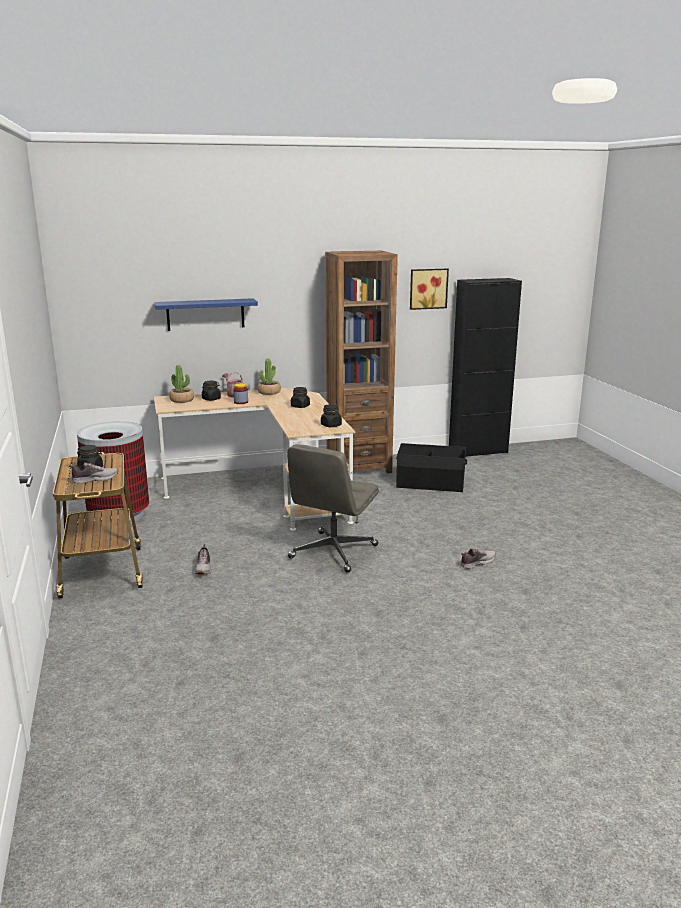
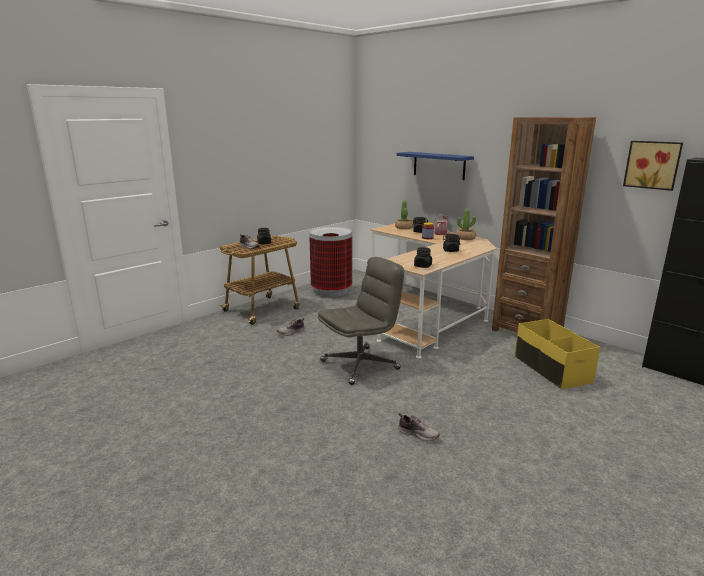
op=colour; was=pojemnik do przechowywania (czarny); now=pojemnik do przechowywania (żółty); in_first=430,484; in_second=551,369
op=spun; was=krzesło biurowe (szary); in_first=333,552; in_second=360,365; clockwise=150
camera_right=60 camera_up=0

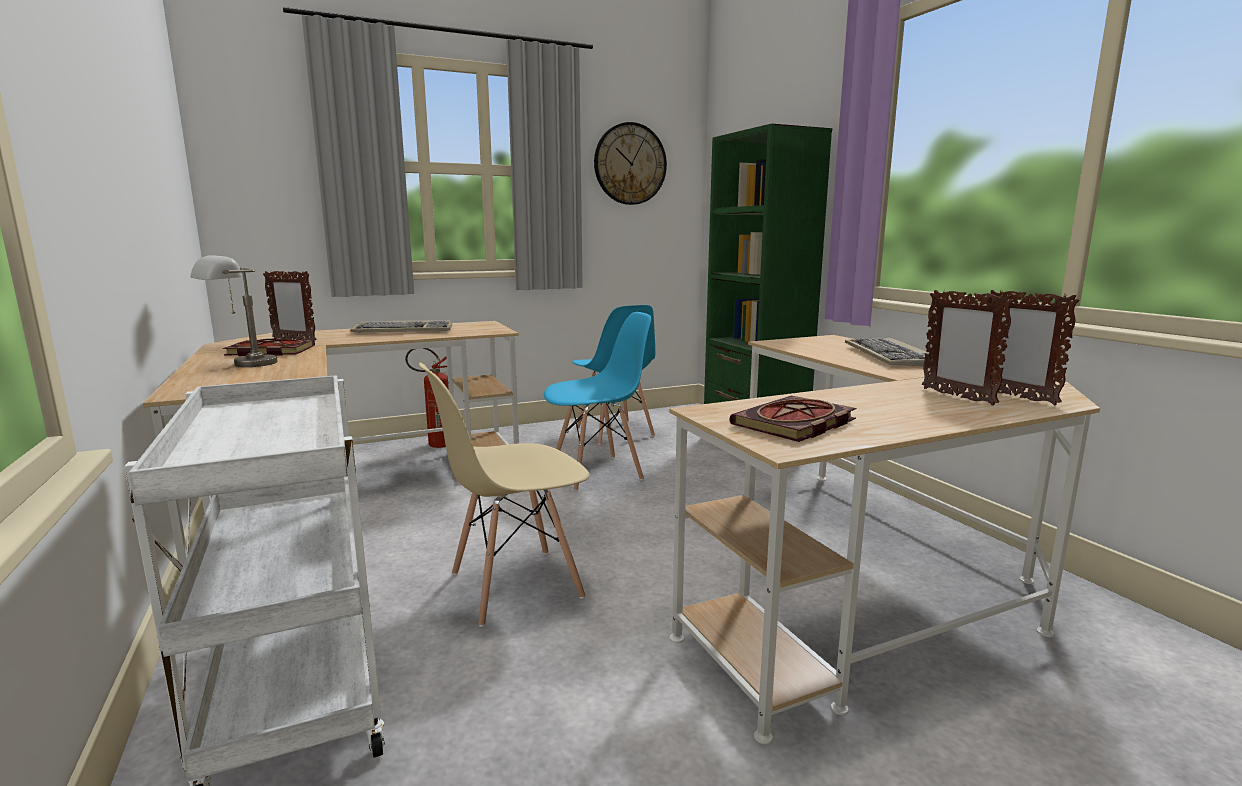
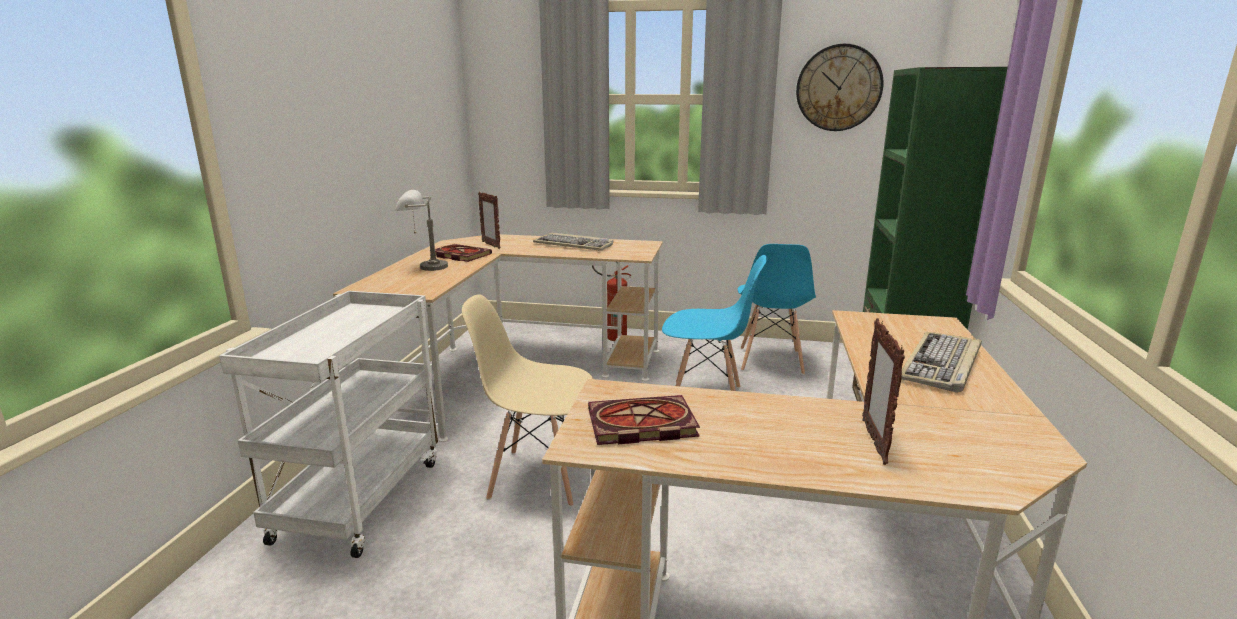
op=missing; was=ramka na zdjęcie; in_first=1015,396
camera_right=35 camera_up=5

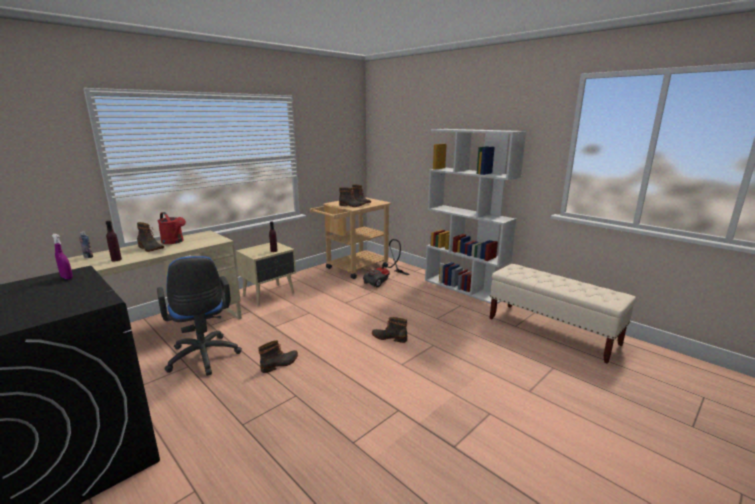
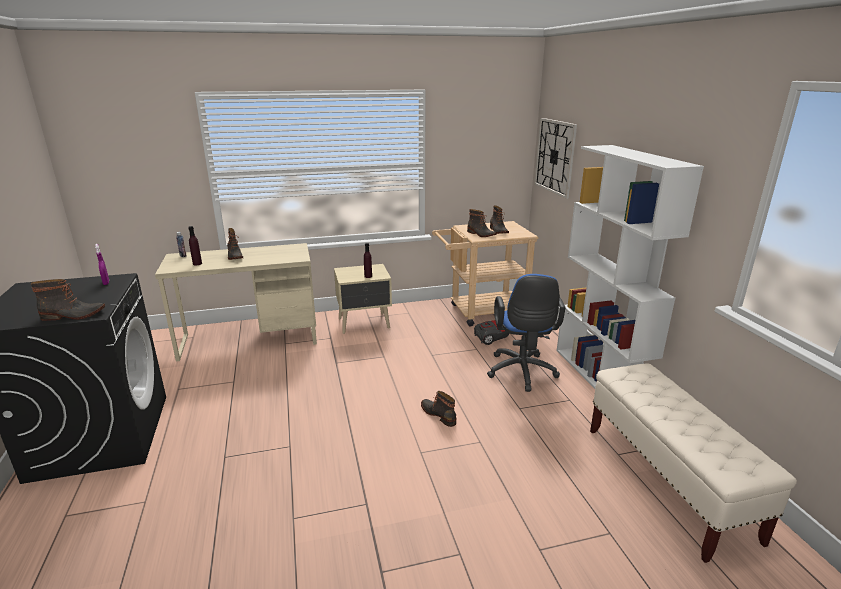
op=missing; was=konewka (czerwony); in_first=174,242
op=relocated; was=krzesło biurowe (niebieski); in_first=204,358; in_second=521,373
op=relocated; was=but z cholewką; in_first=280,364; in_second=73,315
op=appeared; now=zegar ścienny; in_second=555,156
camera_right=30 camera_up=5

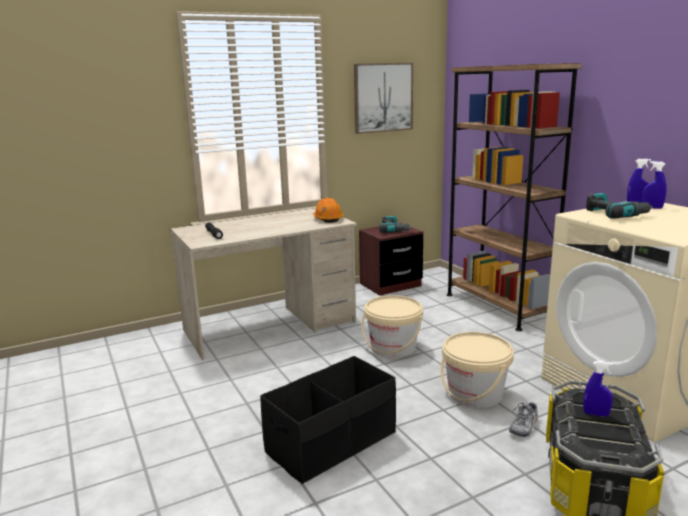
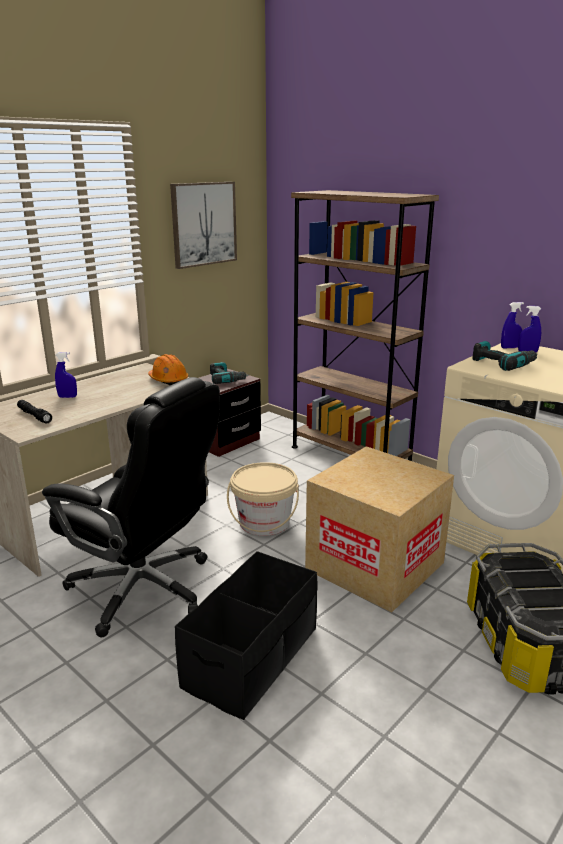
op=exchanged; was=wiadro (beżowy); now=karton; in_first=475,394; in_second=375,566
op=relocated; was=spryskiwacz (niebieski); in_first=596,414; in_second=67,397
op=missing; was=but; in_first=524,426
op=appeared; now=krzesło biurowe (czarny); in_second=144,589
camera_right=-20 camera_up=5

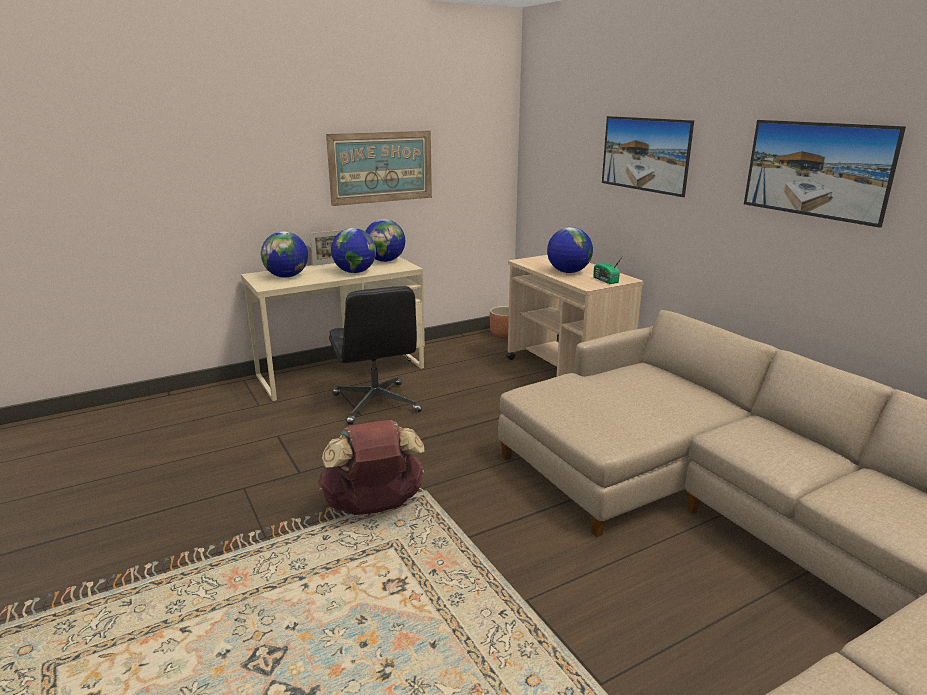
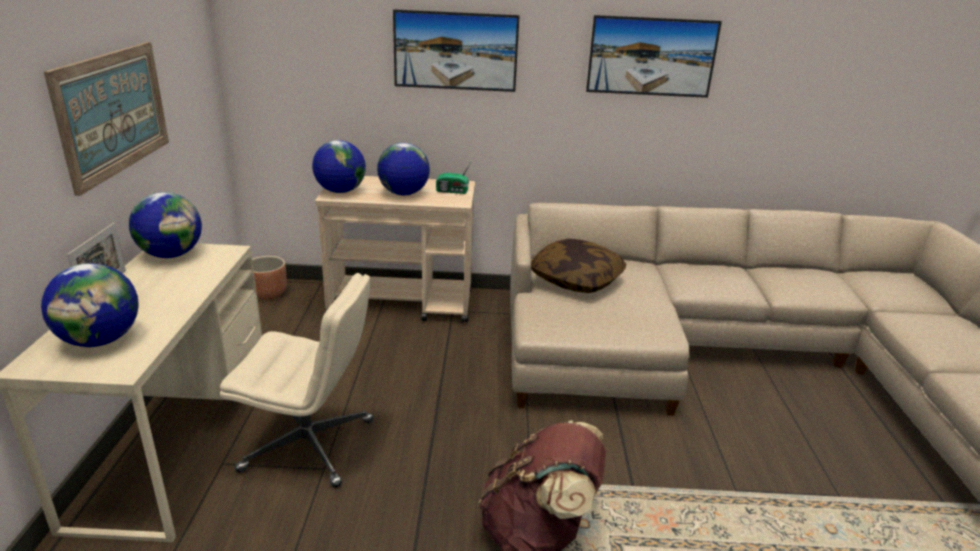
op=relocated; was=globus; in_first=355,272; in_second=340,191
op=colour; was=krzesło biurowe (czarny); now=krzesło biurowe (beżowy); in_first=376,404; in_second=310,445
op=appeared; now=poduszka; in_second=576,279
camera_right=-60 camera_up=5

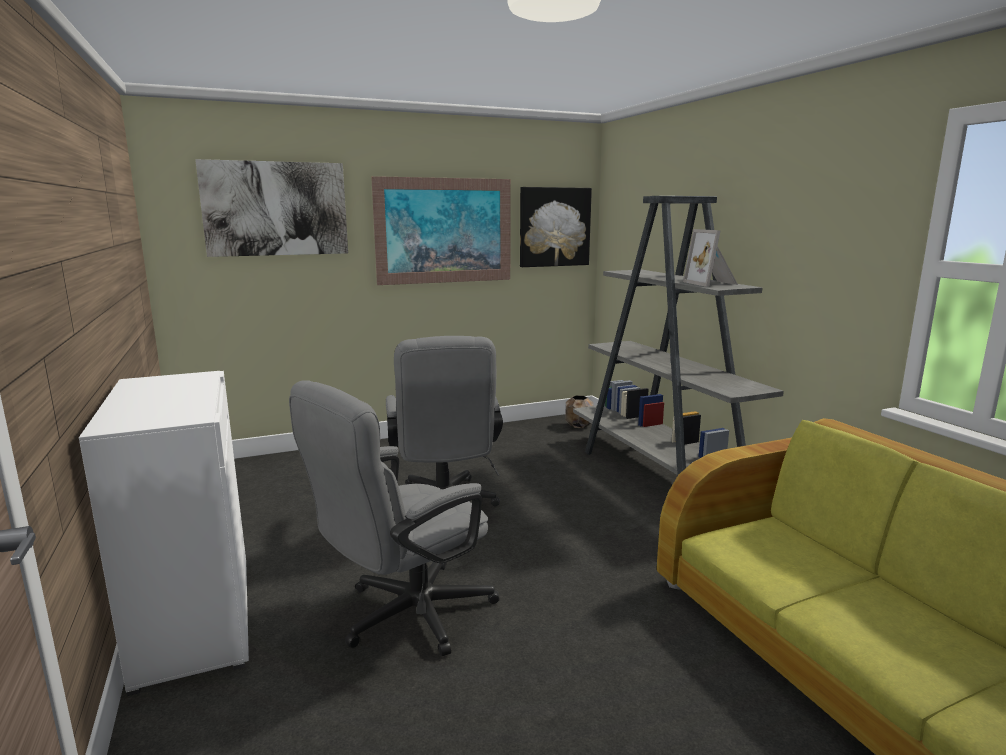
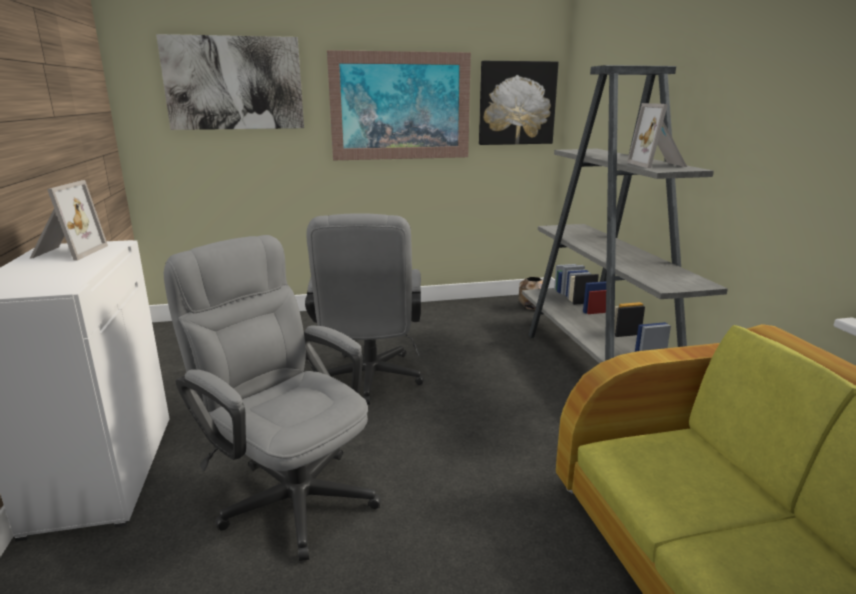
op=spun; was=krzesło biurowe (szary); in_first=404,617; in_second=289,492; clockwise=75
op=appeared; now=ramka na zdjęcie; in_second=67,252
camera_right=10 camera_up=5

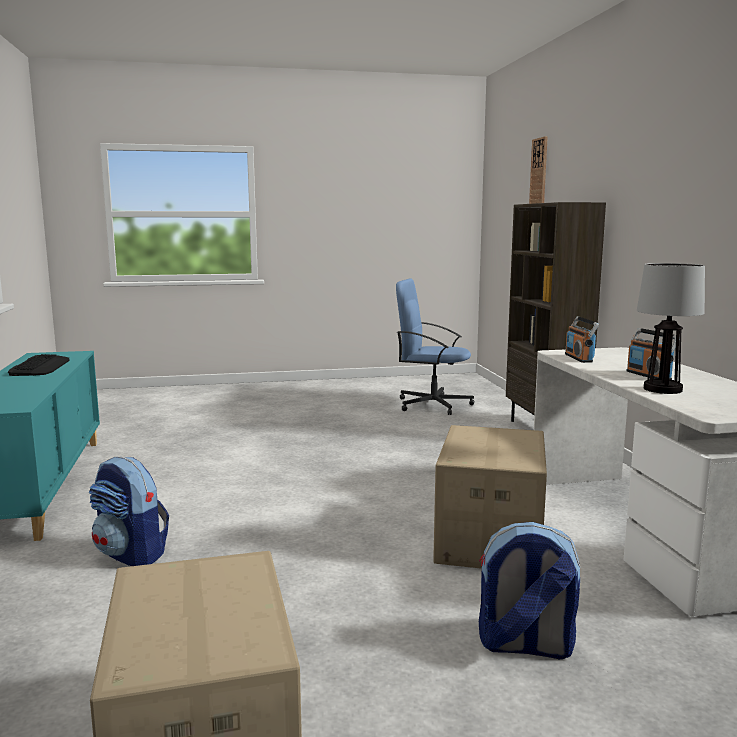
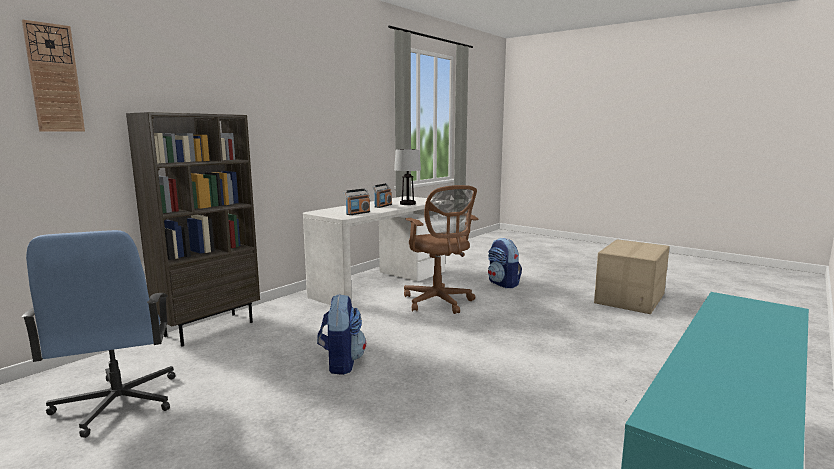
op=missing; was=klawiatura; in_first=41,367
op=exchanged; was=karton; now=krzesło biurowe (brązowy); in_first=488,539; in_second=439,302
op=relocated; was=plecak; in_first=131,554; in_second=341,363
camera_right=-130 camera_up=0

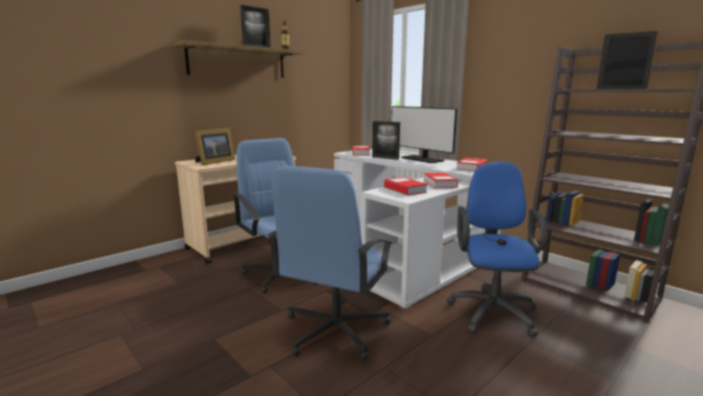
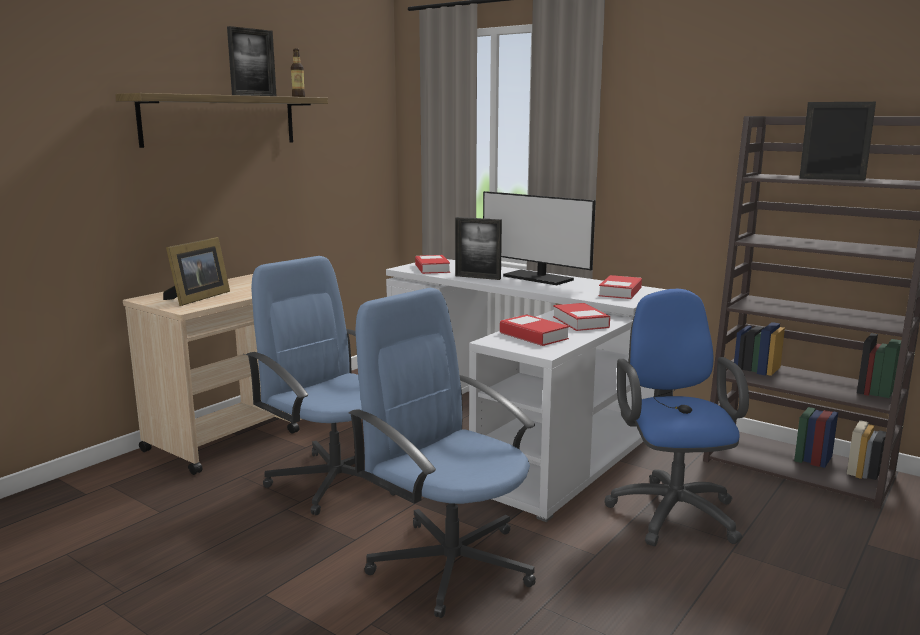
op=spun; was=krzesło biurowe (niebieski); in_first=334,330; in_second=450,562; clockwise=120
camera_right=-10 camera_up=0

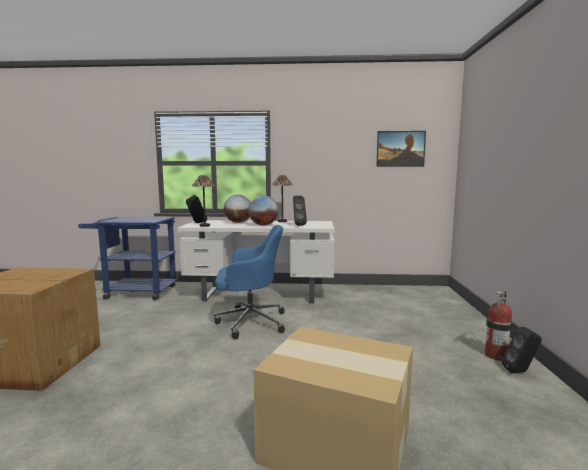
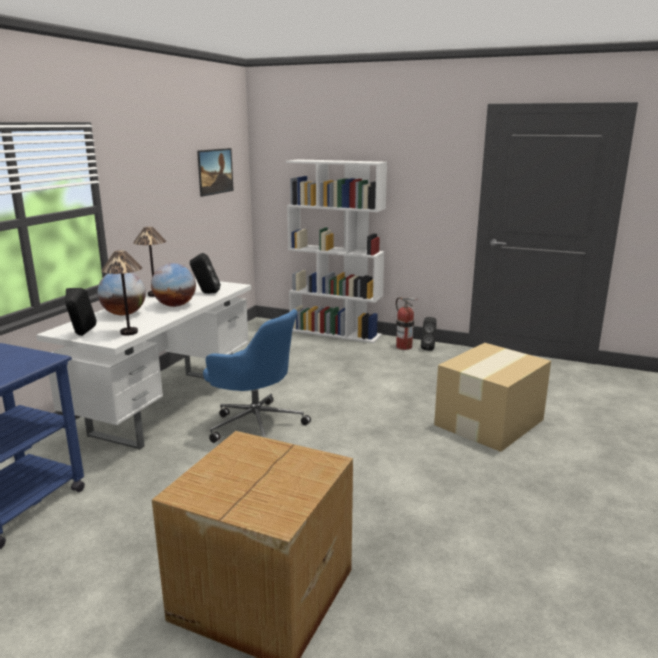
op=spun; was=krzesło biurowe (niebieski); in_first=249,322; in_second=256,425; clockwise=105
op=appeared; now=regał (biały); in_second=336,333
camera_right=-70 camera_up=10

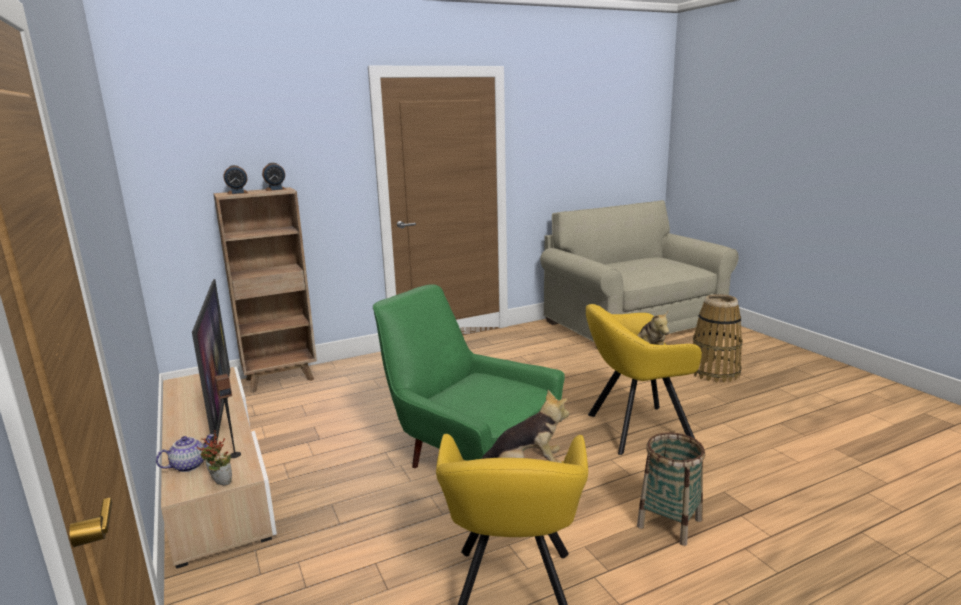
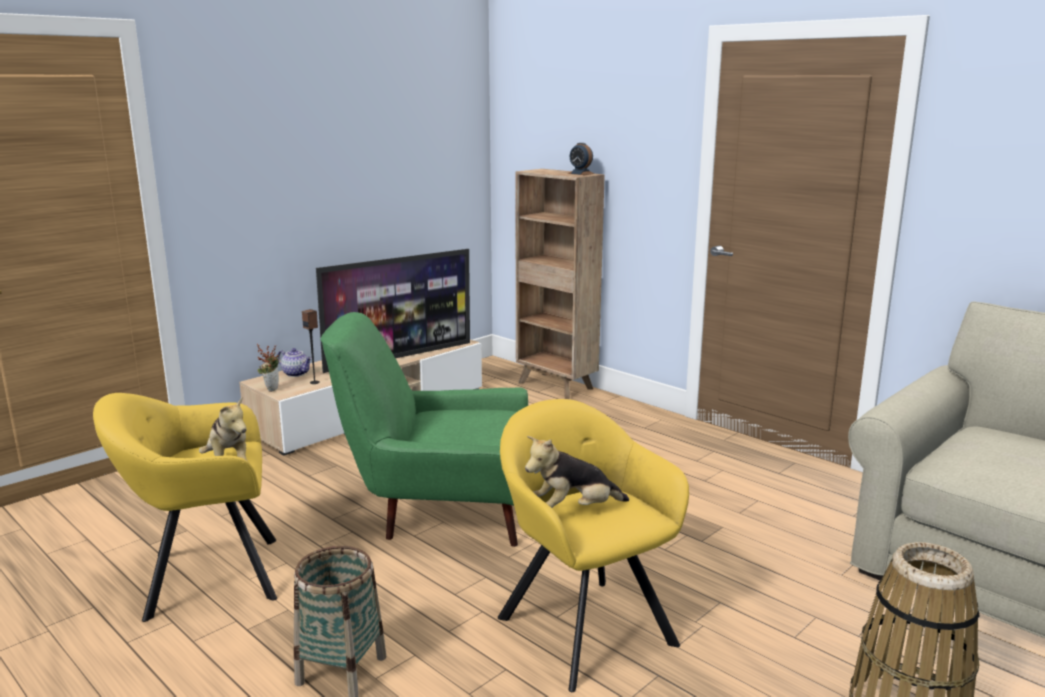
op=missing; was=budzik; in_first=237,192
op=spun; was=fotel (zielony); in_first=468,459; in_second=441,513; clockwise=-105
camera_right=70 camera_up=0

